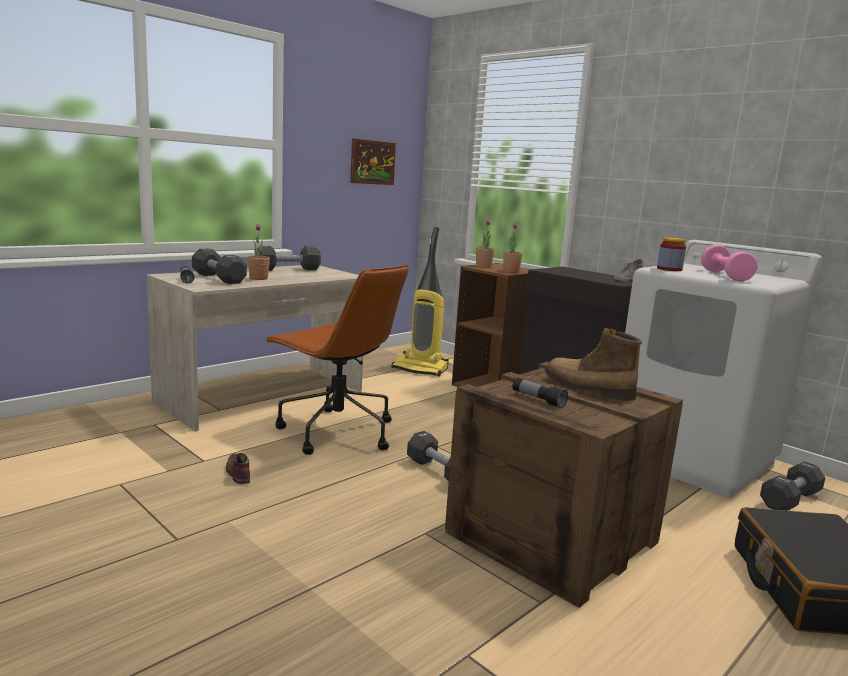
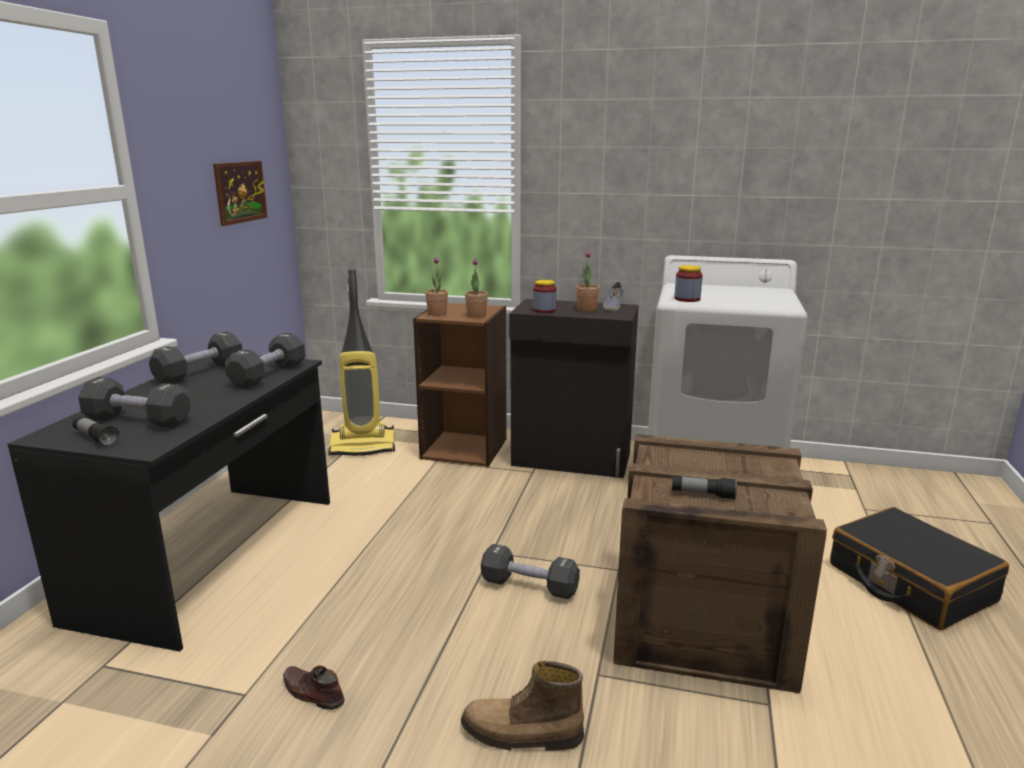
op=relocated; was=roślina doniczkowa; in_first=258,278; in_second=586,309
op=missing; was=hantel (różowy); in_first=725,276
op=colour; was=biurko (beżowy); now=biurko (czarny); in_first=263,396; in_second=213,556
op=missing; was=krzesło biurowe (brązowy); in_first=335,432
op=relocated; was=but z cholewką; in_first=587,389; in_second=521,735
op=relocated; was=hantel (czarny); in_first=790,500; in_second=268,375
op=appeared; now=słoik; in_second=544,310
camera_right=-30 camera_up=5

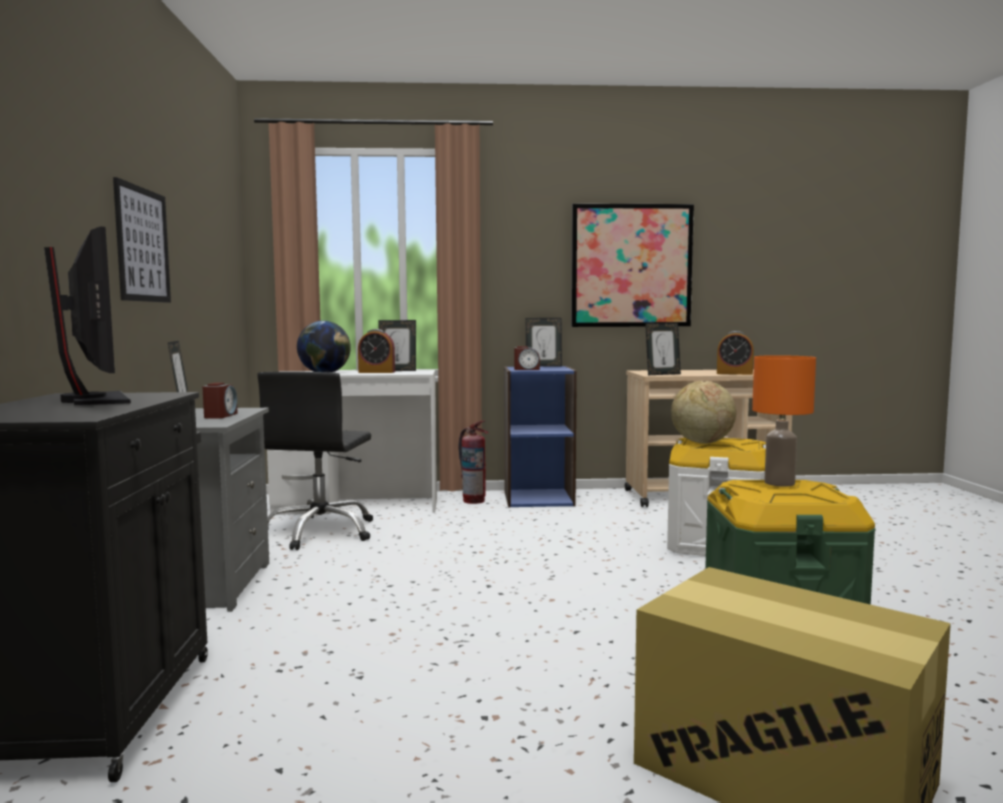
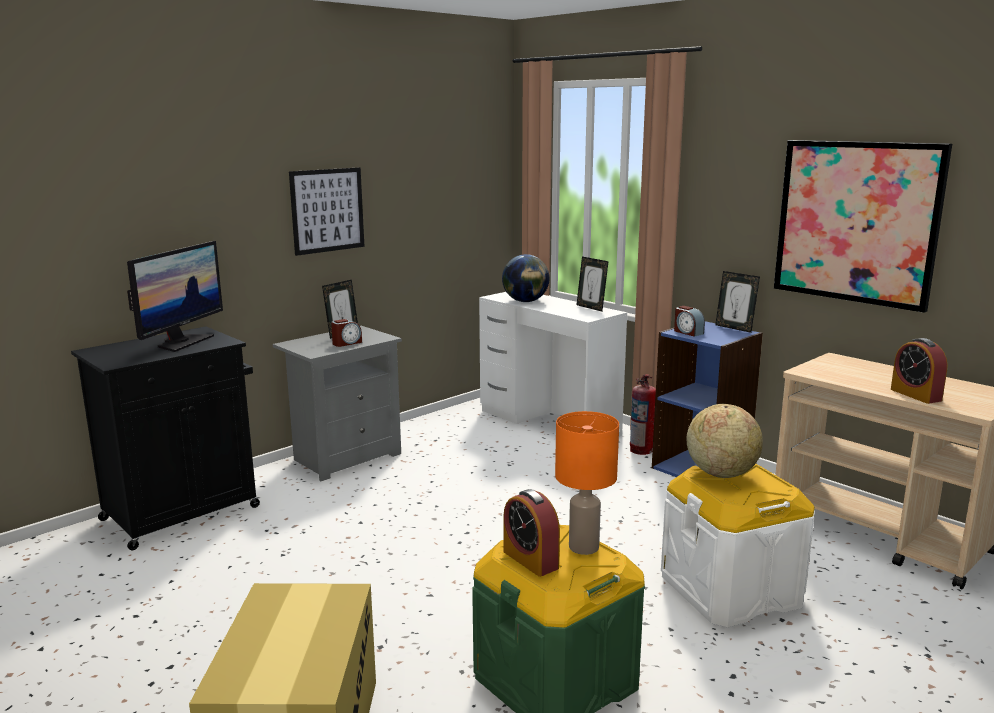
op=missing; was=ramka na zdjęcie; in_first=662,374
op=relocated; was=budzik; in_first=376,372; in_second=530,560
op=missing; was=krzesło biurowe (czarny); in_first=321,532
camera_right=50 camera_up=10

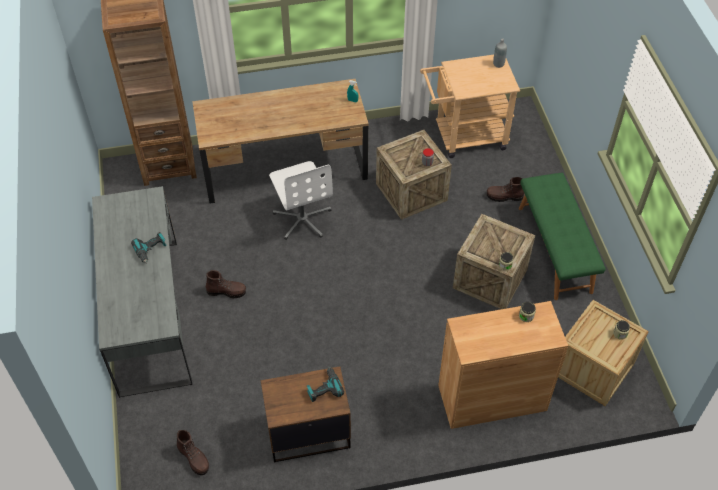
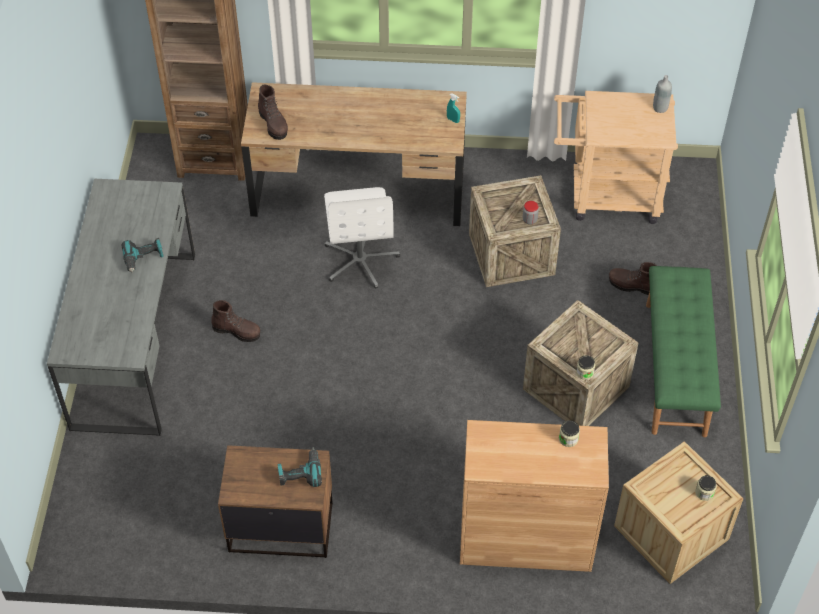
op=relocated; was=but z cholewką (brązowy); in_first=194,458; in_second=273,124
camera_right=15 camera_up=0

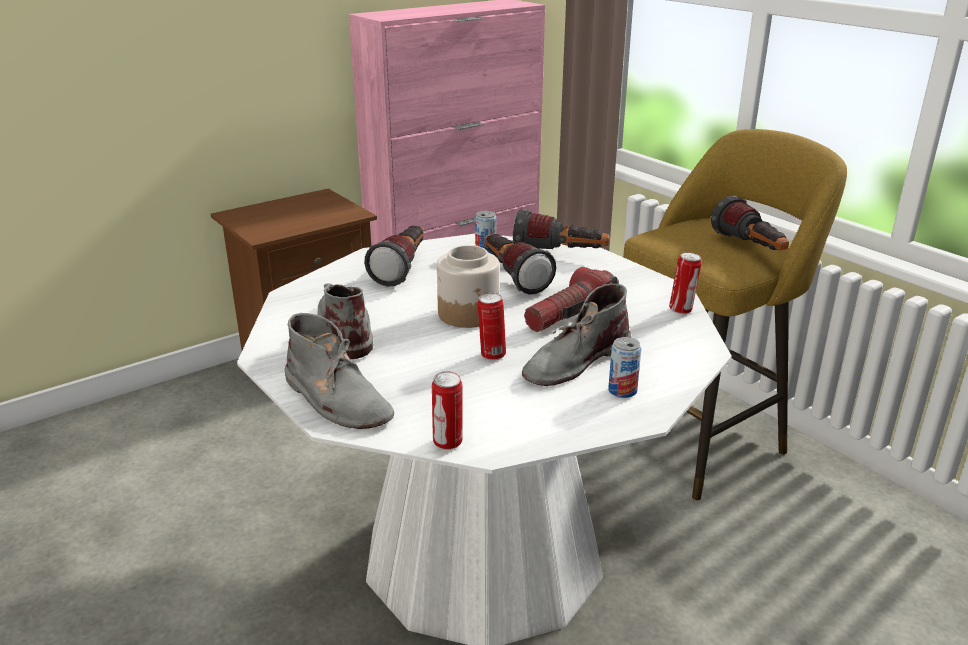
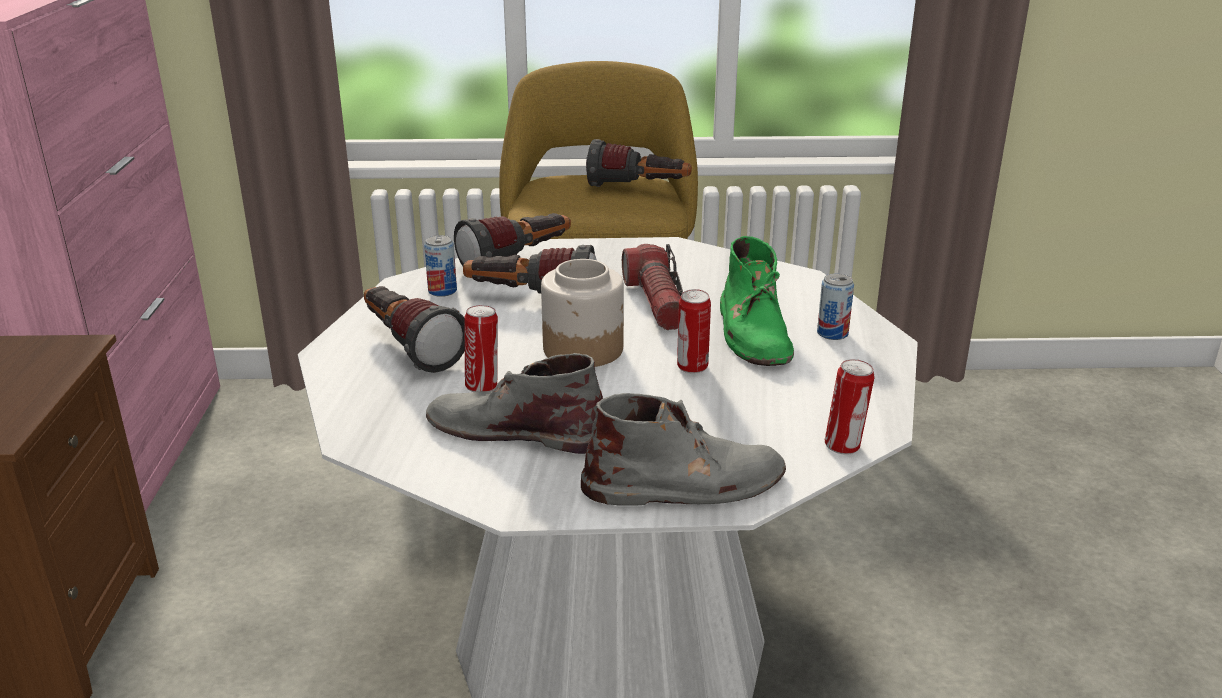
op=relocated; was=puszka; in_first=682,310; in_second=483,386
op=colour; was=but z cholewką (szary); now=but z cholewką (zielony); in_first=575,361; in_second=753,333
camera_right=-55 camera_up=0

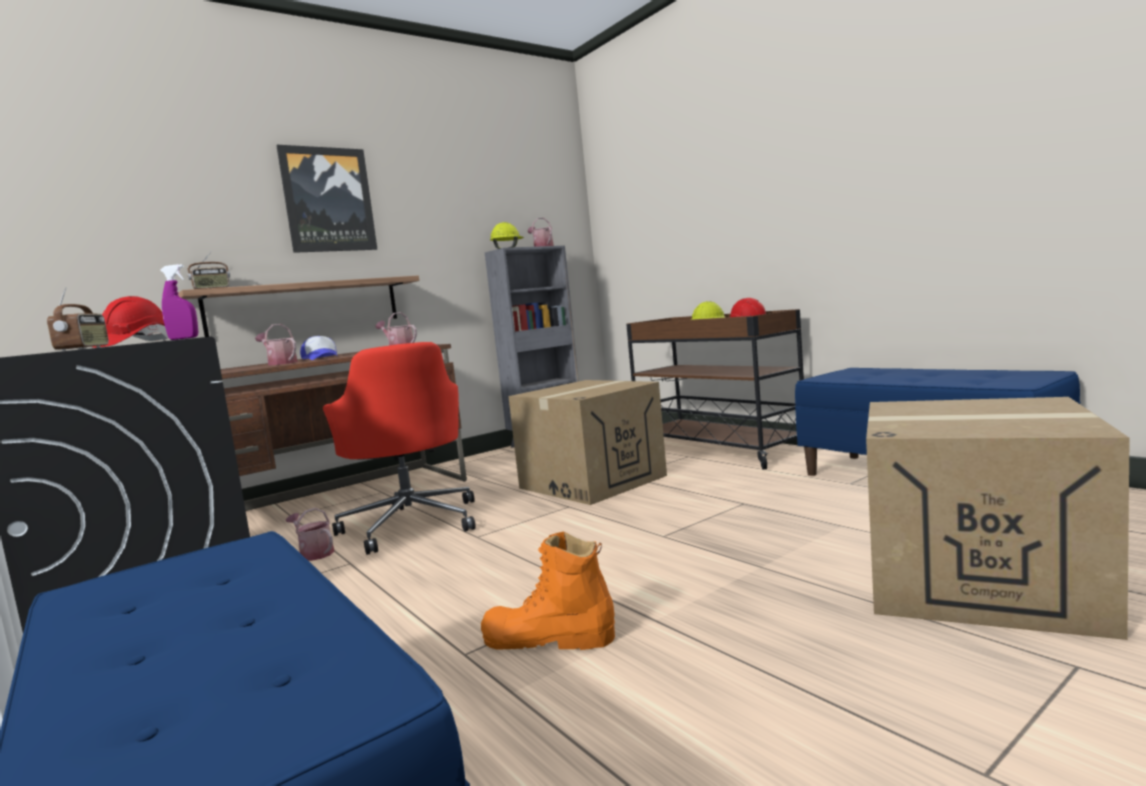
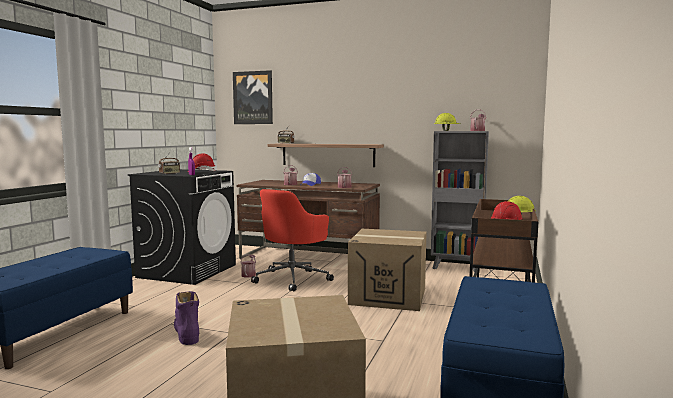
op=relocated; was=obraz; in_first=328,200; in_second=253,98
op=colour; was=but z cholewką (pomarańczowy); now=but z cholewką (fioletowy); in_first=548,639; in_second=186,333
camera_right=55 camera_up=0

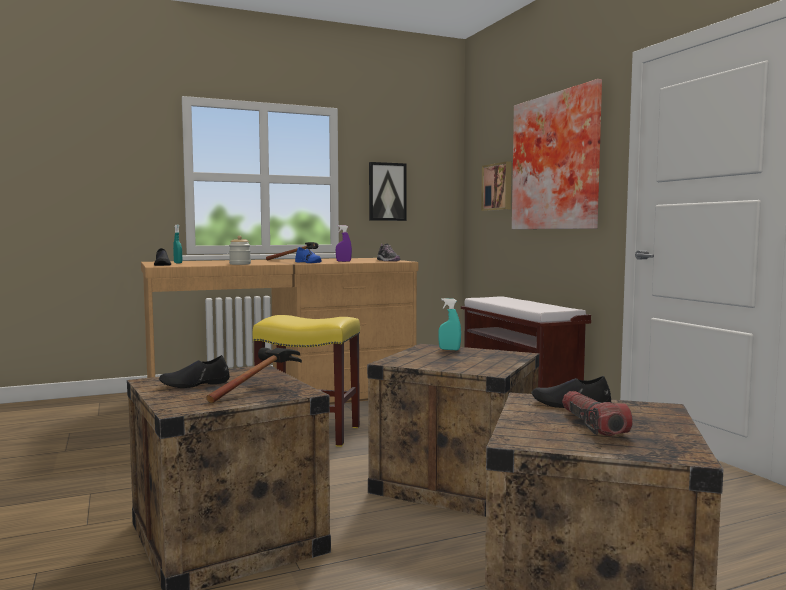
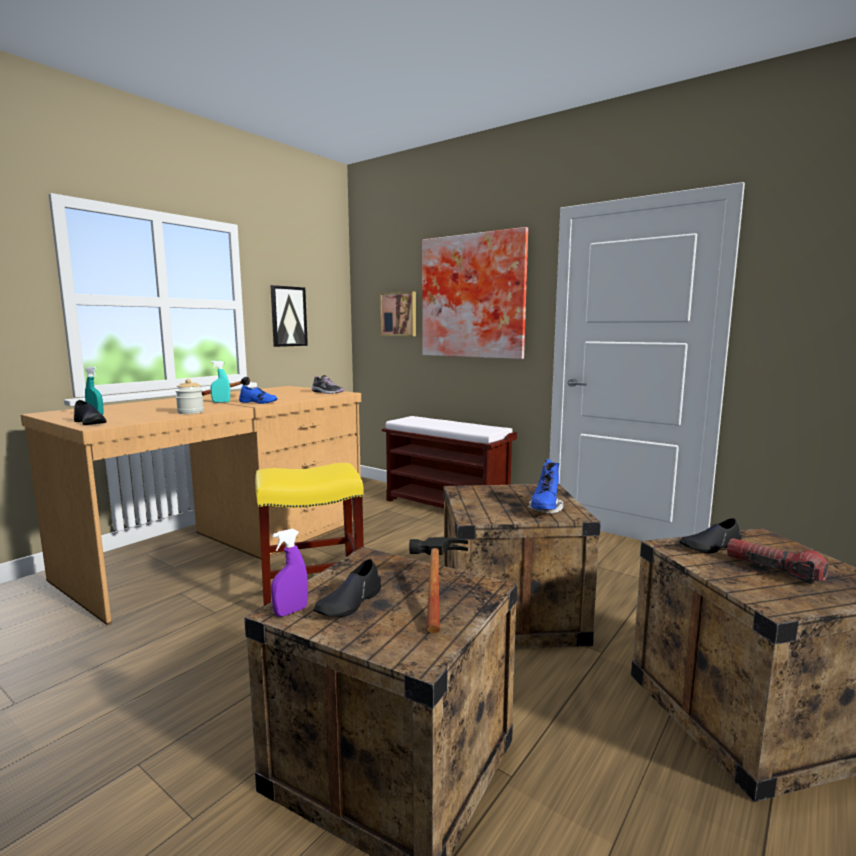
op=relocated; was=spryskiwacz (fioletowy); in_first=343,261; in_second=291,611
op=relocated; was=spryskiwacz (turkusowy); in_first=449,349; in_second=221,402
op=appeared; now=but z cholewką (niebieski); in_second=545,509
camera_right=-30 camera_up=5

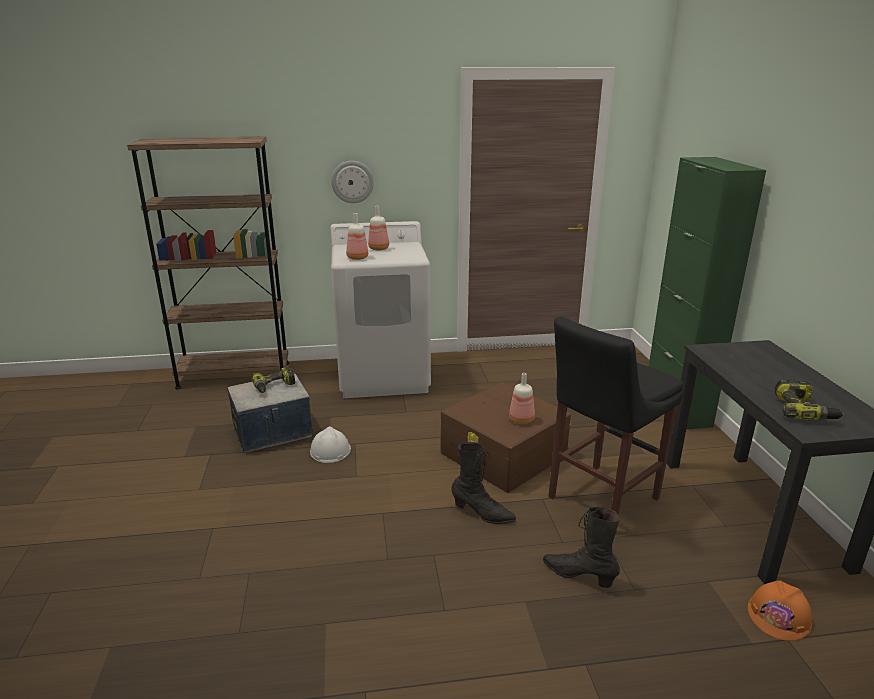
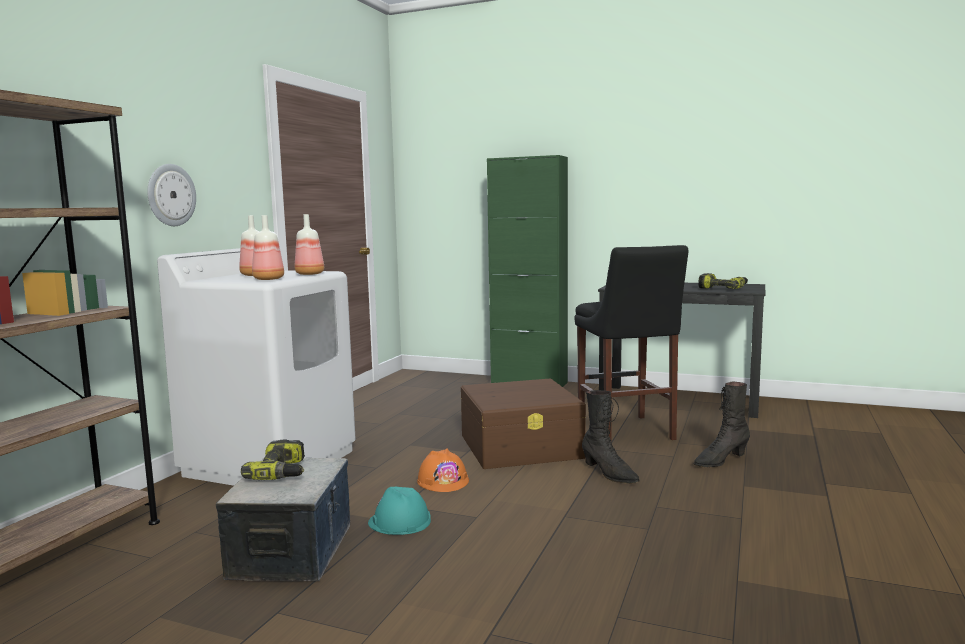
op=relocated; was=butelka; in_first=522,419; in_second=309,274
op=colour; was=kask (biały); now=kask (turkusowy); in_first=330,450; in_second=399,522
op=spun; was=but z cholewką (czarny); in_first=482,514; in_second=609,474; clockwise=90
op=relocated; was=kask (pomarańczowy); in_first=779,616; in_second=443,481
camera_right=-60 camera_up=-15

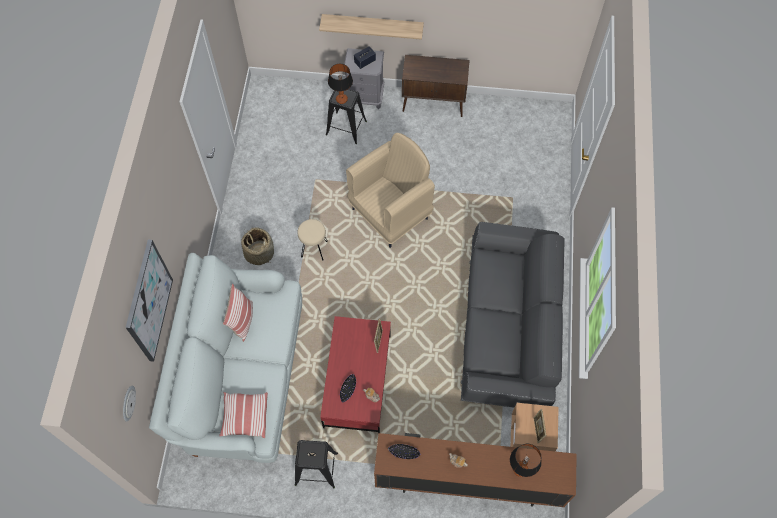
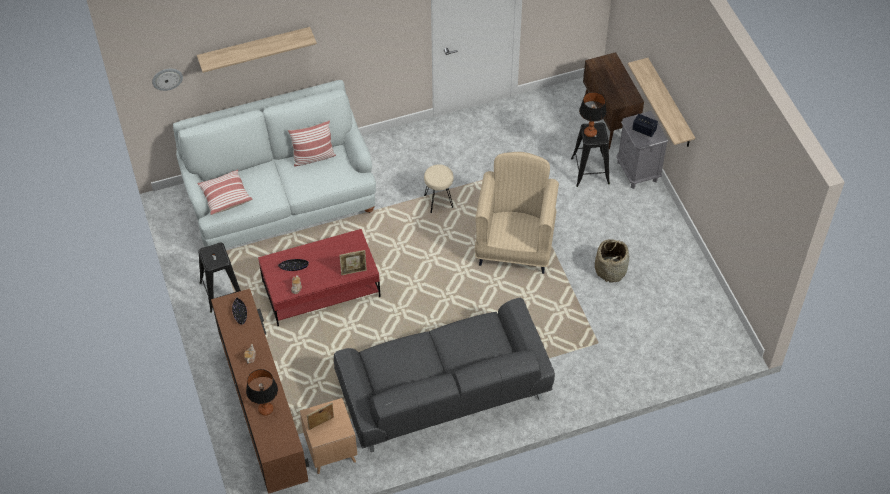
op=relocated; was=szafka (brązowy); in_first=434,103; in_second=609,122
op=spun; was=fotel (beżowy); in_first=391,213; in_second=515,245; clockwise=-105
op=relocated; was=koszyk; in_first=259,253; in_second=610,270
op=exchanged; was=obraz; now=półka; in_first=148,301; in_second=255,49
camera_right=65 camera_up=-10

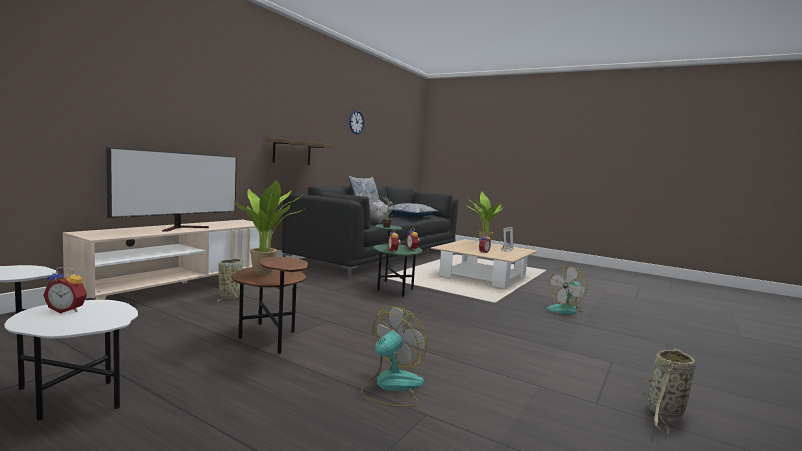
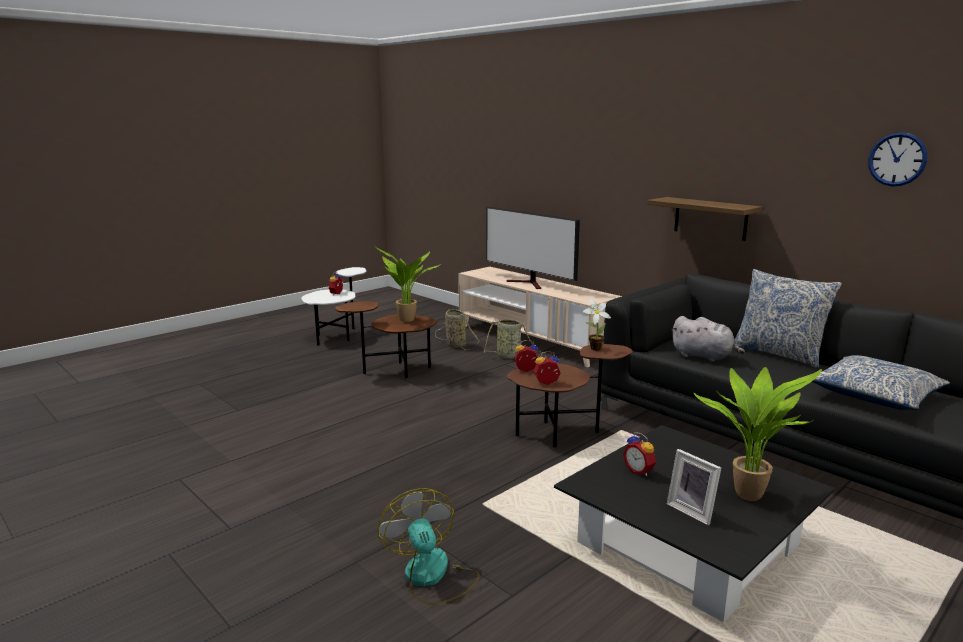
op=colour; was=stolik (zielony); now=stolik (brązowy); in_first=392,287; in_second=561,433
op=colour; was=ława (beżowy); now=ława (czarny); in_first=483,276; in_second=689,544
op=missing; was=wentylator; in_first=391,386
op=relocated; was=koszyk; in_first=664,413; in_second=455,345
camera_right=105 camera_up=10

